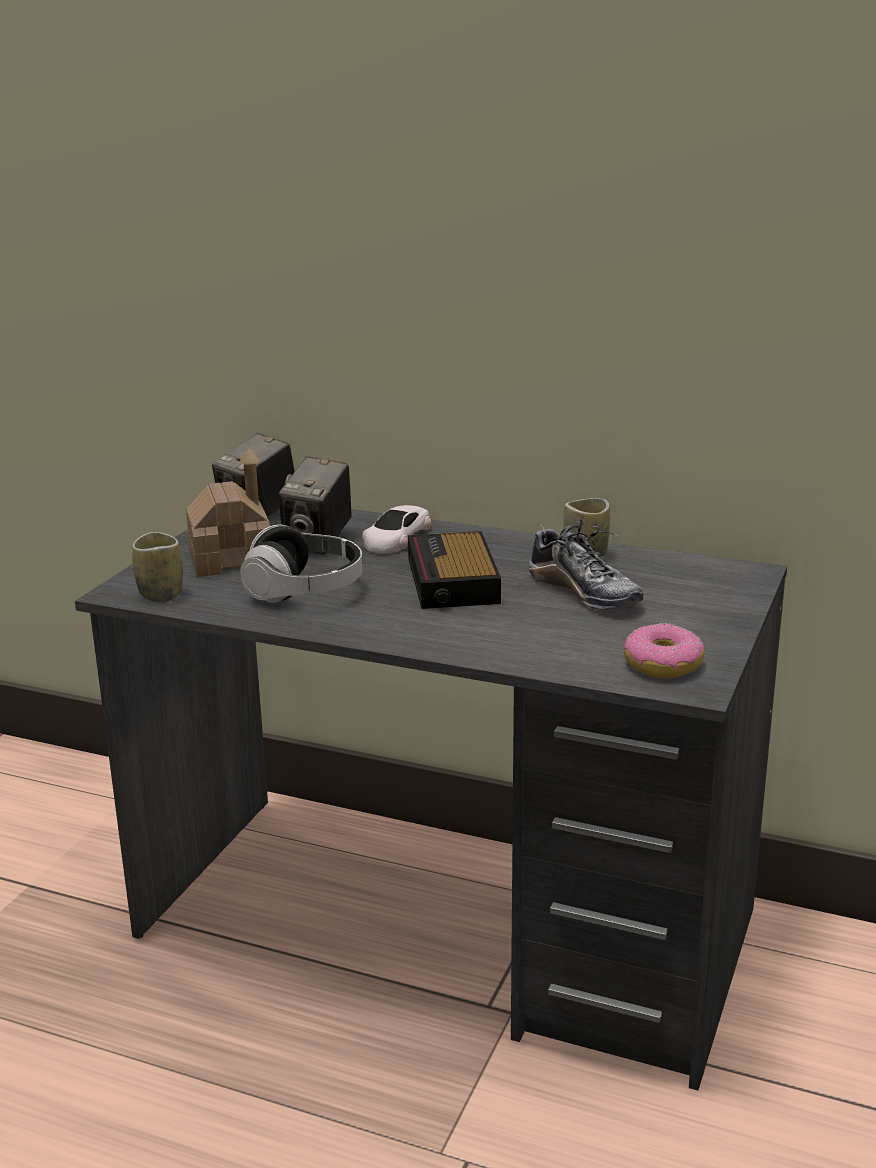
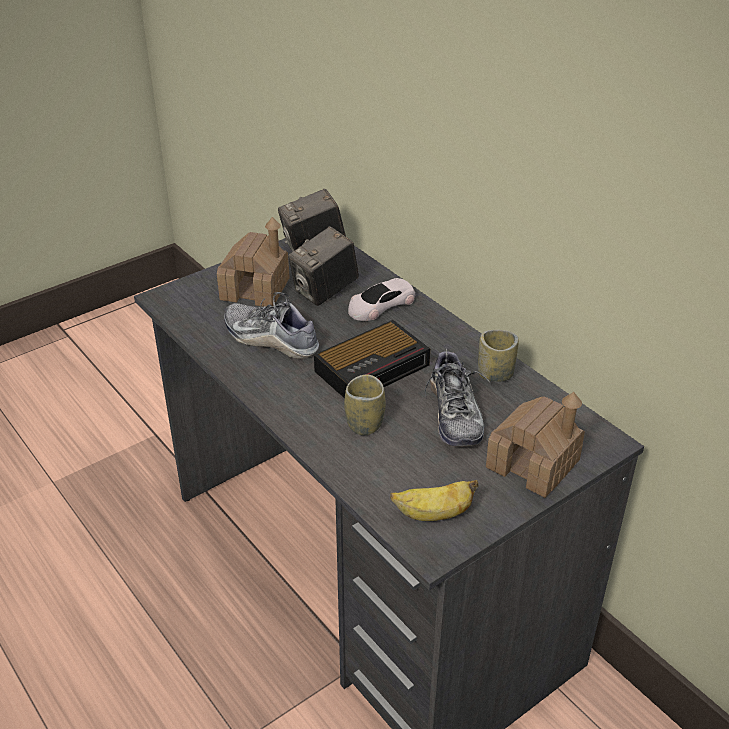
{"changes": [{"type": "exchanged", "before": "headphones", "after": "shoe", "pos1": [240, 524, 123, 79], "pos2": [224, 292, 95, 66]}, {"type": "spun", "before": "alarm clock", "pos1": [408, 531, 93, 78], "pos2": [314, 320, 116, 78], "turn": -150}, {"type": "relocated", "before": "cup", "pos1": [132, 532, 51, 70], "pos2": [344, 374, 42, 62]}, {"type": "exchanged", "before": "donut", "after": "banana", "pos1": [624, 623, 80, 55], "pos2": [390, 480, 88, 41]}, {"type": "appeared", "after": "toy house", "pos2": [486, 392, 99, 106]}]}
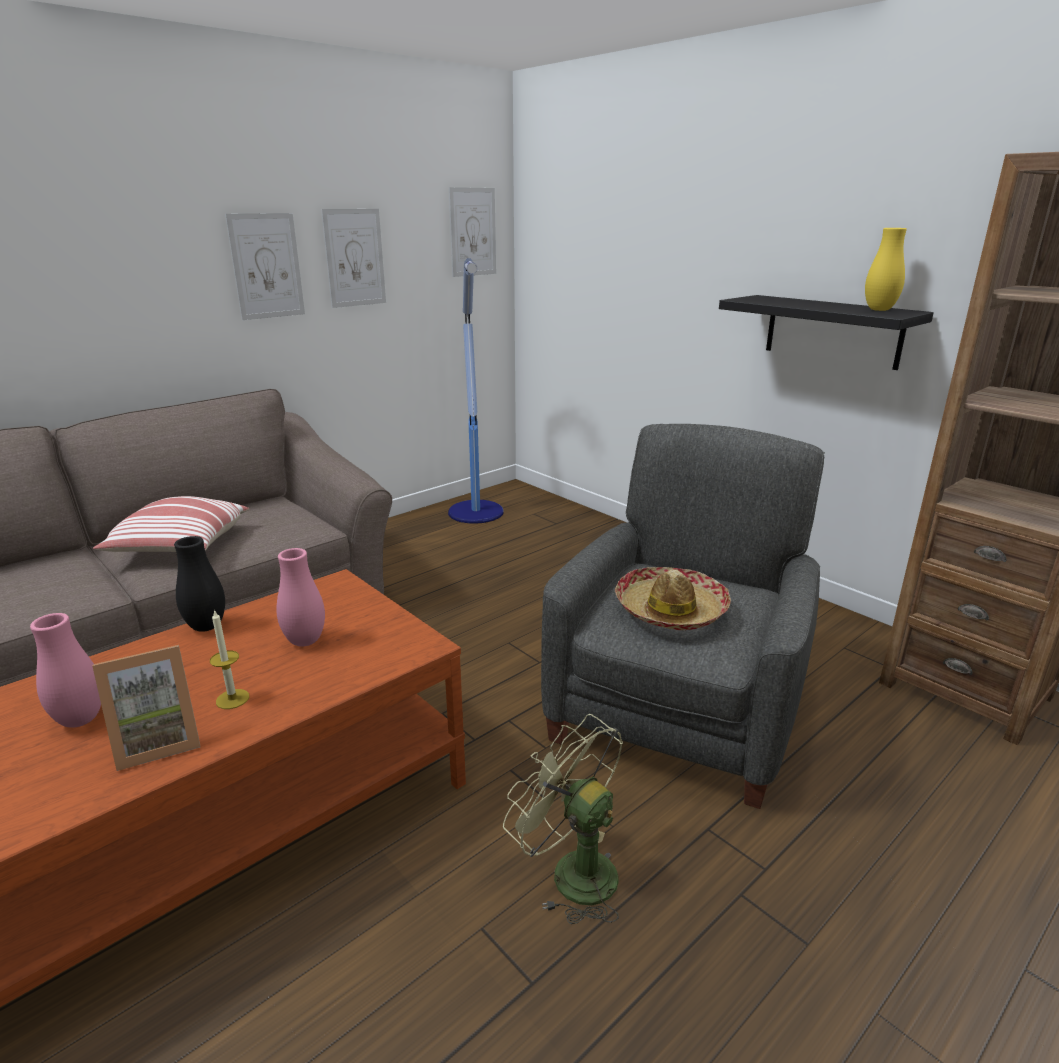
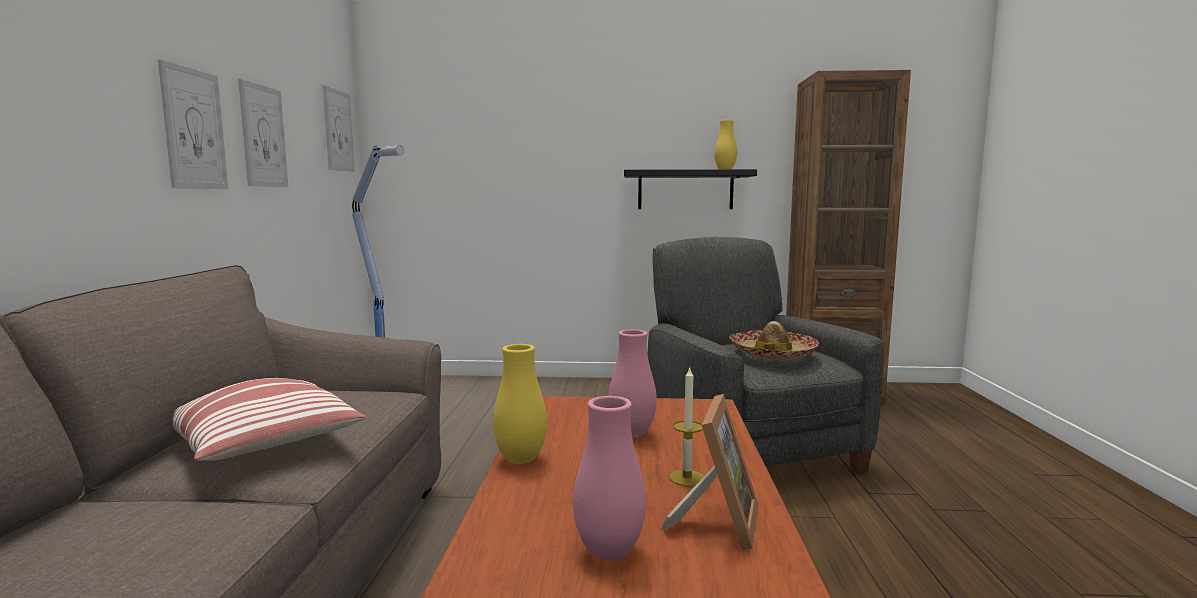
{"changes": [{"type": "colour", "before": "black vase", "after": "yellow vase", "pos1": [174, 536, 51, 96], "pos2": [493, 344, 54, 120]}, {"type": "missing", "before": "green fan", "pos1": [503, 714, 120, 210]}]}
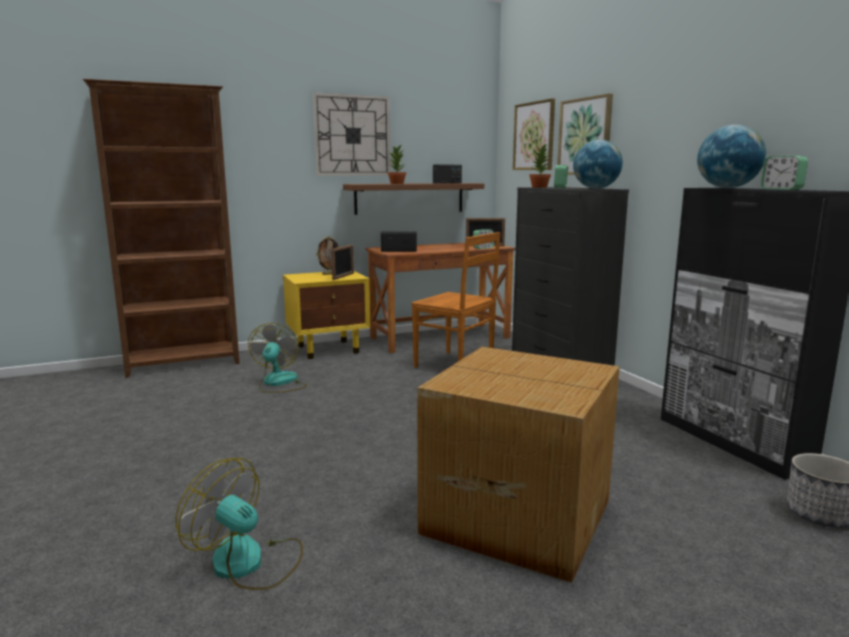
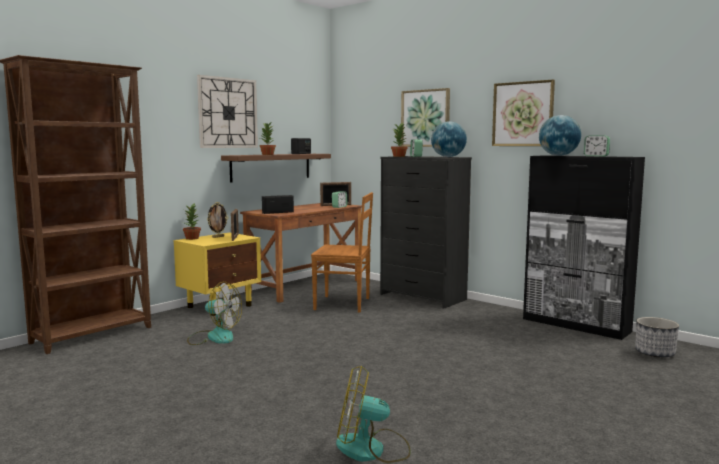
{"changes": [{"type": "appeared", "after": "potted plant", "pos2": [183, 204, 18, 36]}, {"type": "spun", "before": "fan", "pos1": [248, 323, 59, 70], "pos2": [187, 282, 55, 63], "turn": 135}, {"type": "relocated", "before": "picture", "pos1": [513, 98, 42, 72], "pos2": [492, 80, 63, 66]}, {"type": "missing", "before": "cardboard box", "pos1": [417, 347, 203, 236]}]}
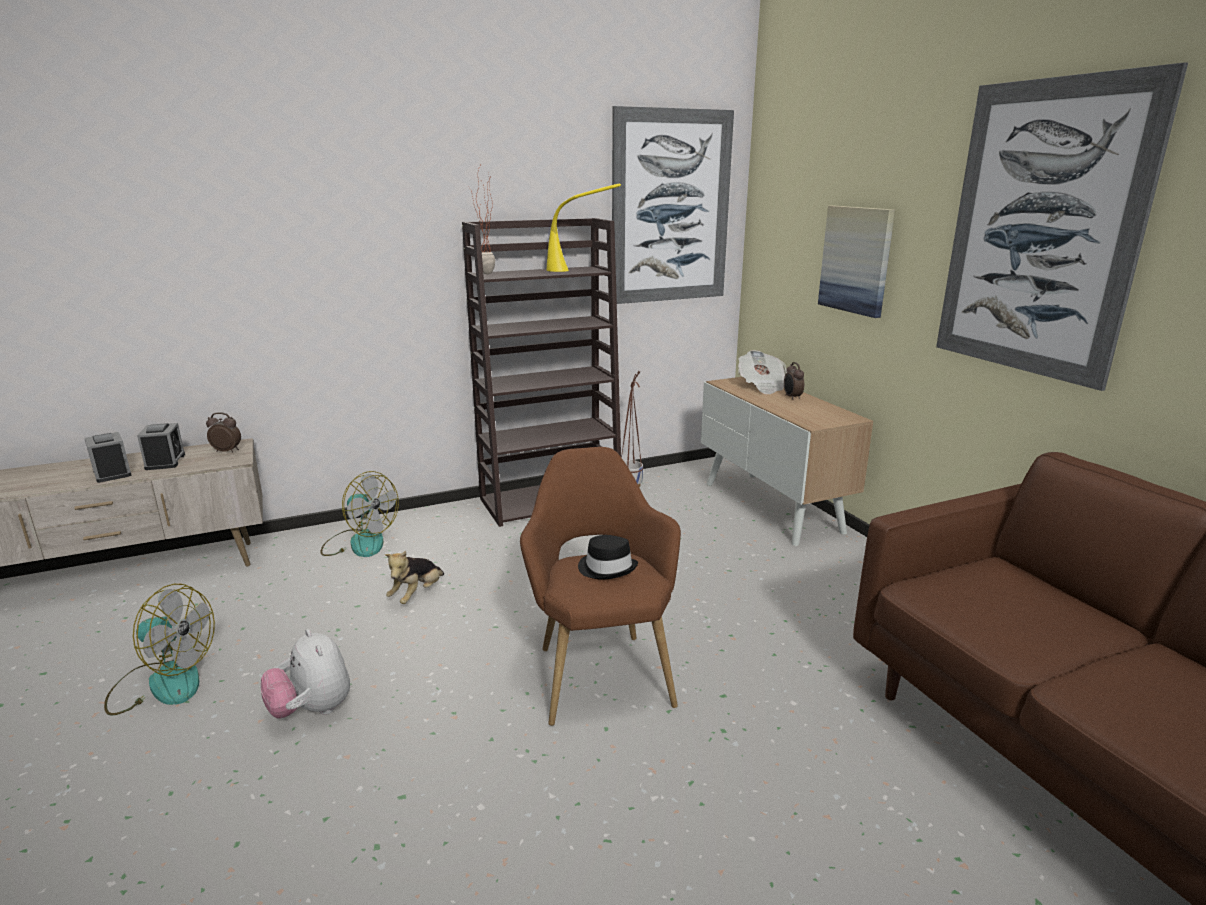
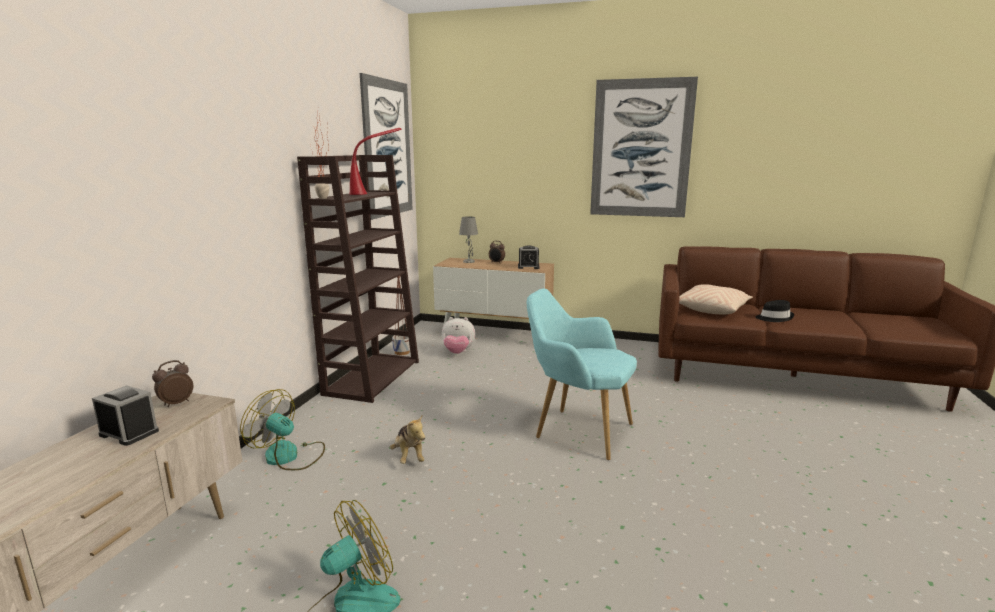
{"changes": [{"type": "spun", "before": "fan", "pos1": [320, 471, 79, 86], "pos2": [240, 389, 85, 81], "turn": -135}, {"type": "colour", "before": "yellow table lamp", "after": "red table lamp", "pos1": [547, 184, 74, 88], "pos2": [350, 128, 52, 67]}, {"type": "relocated", "before": "plush toy", "pos1": [261, 629, 89, 90], "pos2": [442, 317, 33, 37]}, {"type": "exchanged", "before": "newspaper", "after": "grey table lamp", "pos1": [738, 350, 49, 44], "pos2": [459, 216, 19, 47]}, {"type": "relocated", "before": "alarm clock", "pos1": [85, 432, 46, 51], "pos2": [518, 245, 22, 24]}, {"type": "colour", "before": "brown armchair", "after": "turquoise armchair", "pos1": [520, 447, 161, 279], "pos2": [527, 289, 110, 171]}, {"type": "appeared", "after": "beige pillow", "pos2": [679, 284, 74, 31]}, {"type": "relocated", "before": "black hat", "pos1": [578, 535, 60, 45], "pos2": [756, 300, 38, 22]}, {"type": "missing", "before": "picture", "pos1": [818, 205, 77, 113]}]}
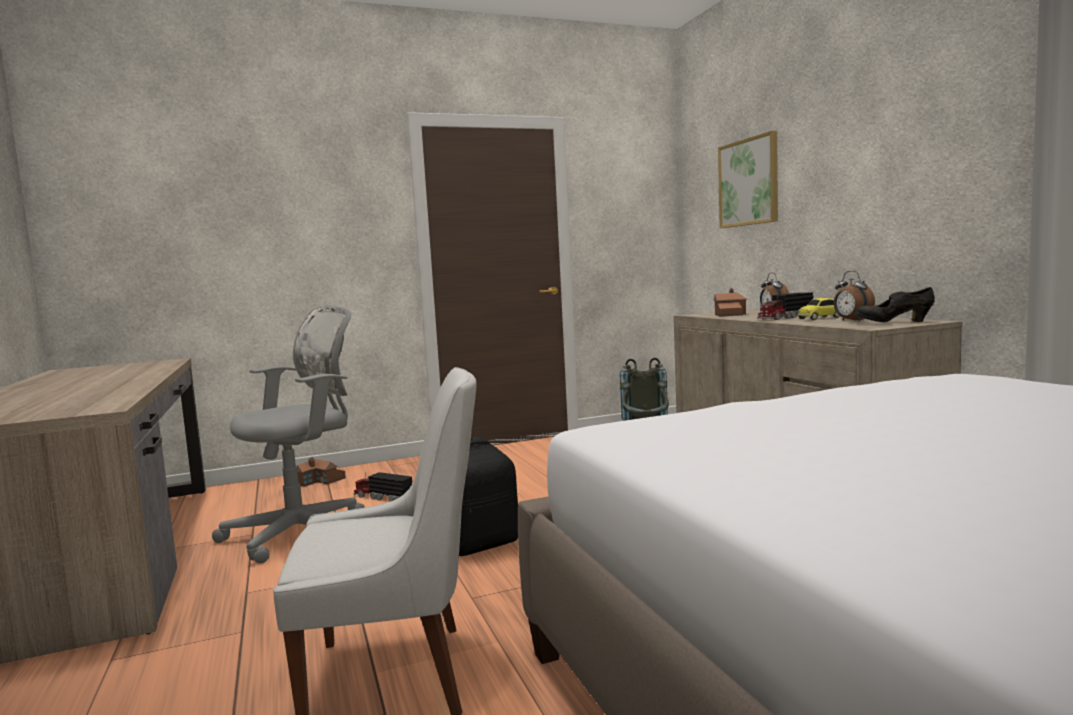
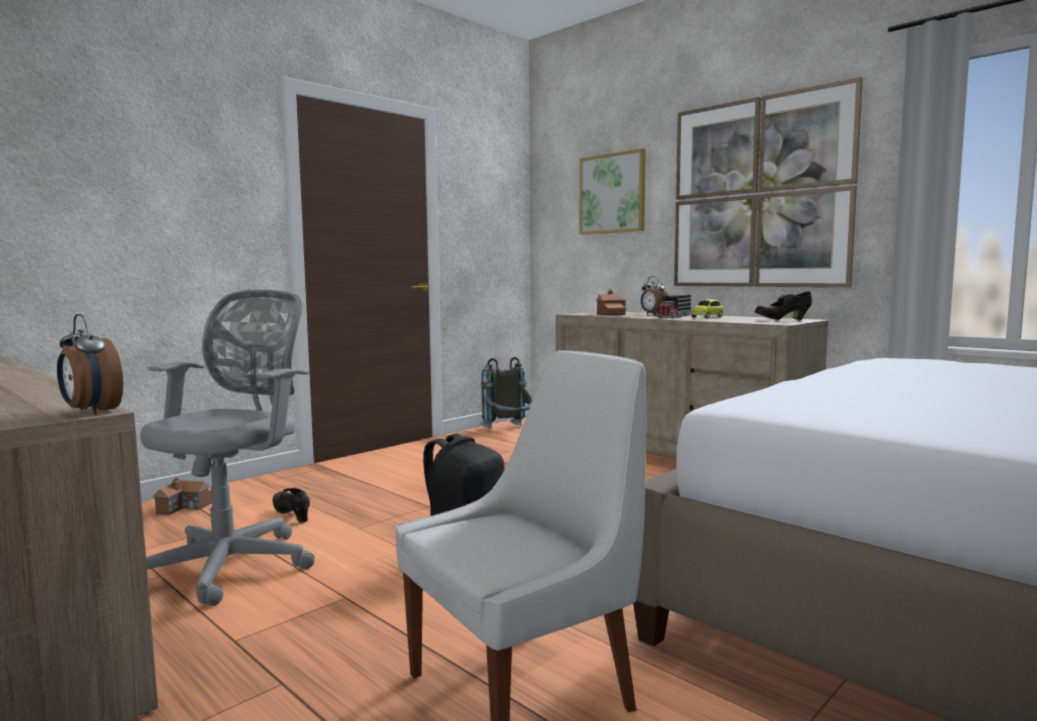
{"changes": [{"type": "relocated", "before": "alarm clock", "pos1": [834, 271, 41, 51], "pos2": [57, 314, 66, 101]}, {"type": "exchanged", "before": "toy truck", "after": "black shoe", "pos1": [353, 472, 59, 30], "pos2": [273, 488, 37, 35]}, {"type": "appeared", "after": "picture", "pos2": [674, 77, 189, 210]}]}
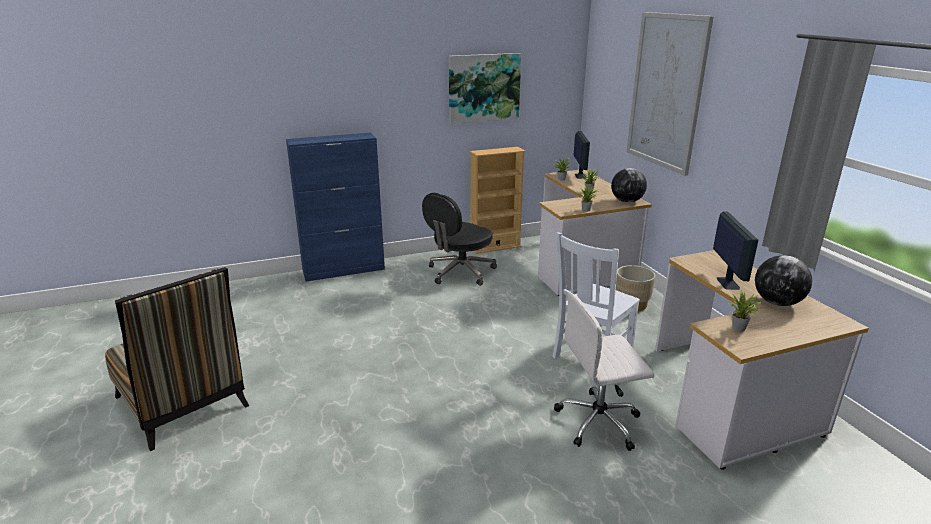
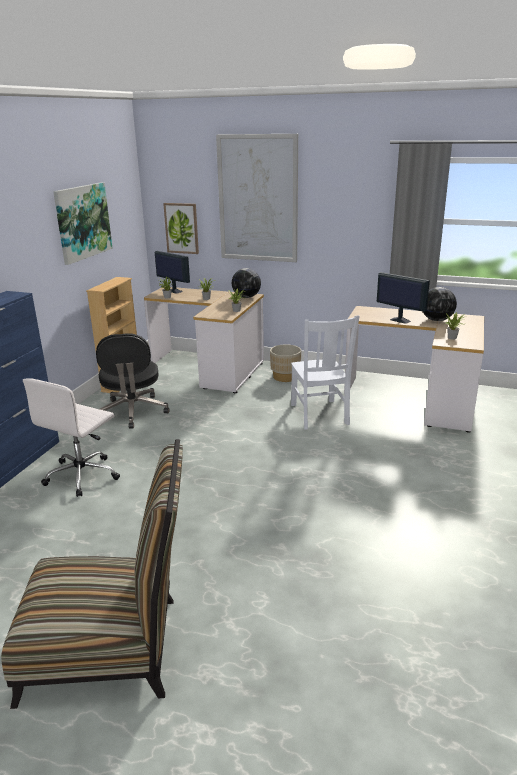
{"changes": [{"type": "relocated", "before": "white office chair", "pos1": [554, 292, 101, 159], "pos2": [23, 378, 97, 119]}, {"type": "appeared", "after": "picture", "pos2": [163, 203, 36, 51]}]}
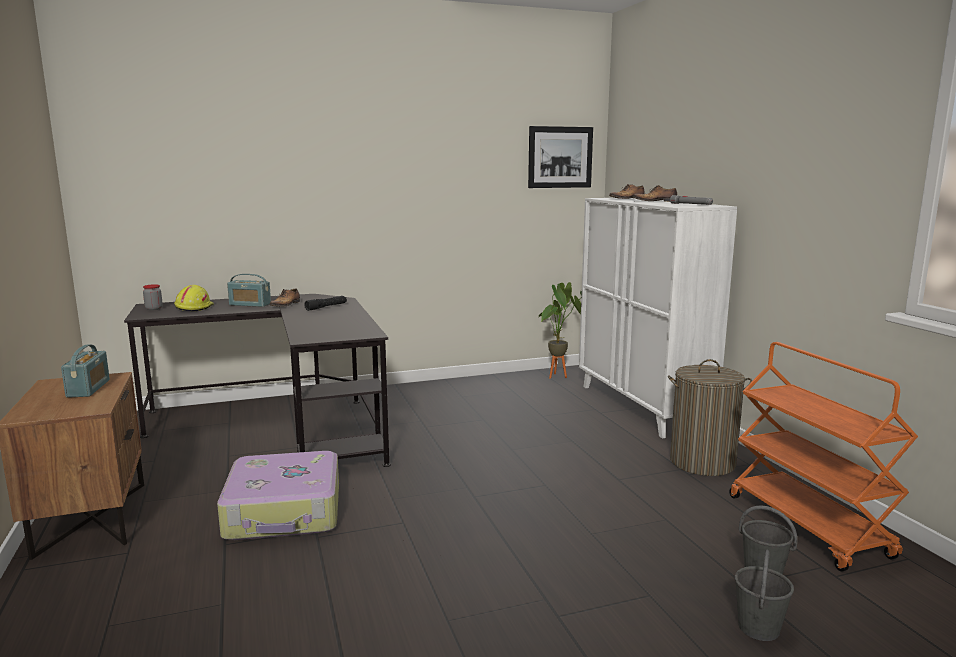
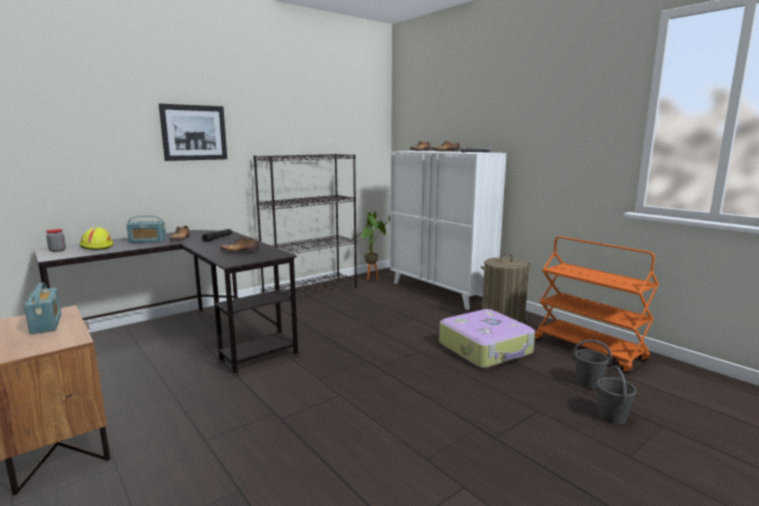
{"changes": [{"type": "relocated", "before": "picture", "pos1": [528, 126, 65, 62], "pos2": [159, 104, 68, 57]}, {"type": "appeared", "after": "shoe", "pos2": [220, 237, 39, 16]}, {"type": "appeared", "after": "black bookcase", "pos2": [253, 154, 104, 143]}, {"type": "relocated", "before": "suitcase", "pos1": [217, 451, 122, 89], "pos2": [439, 309, 96, 59]}]}
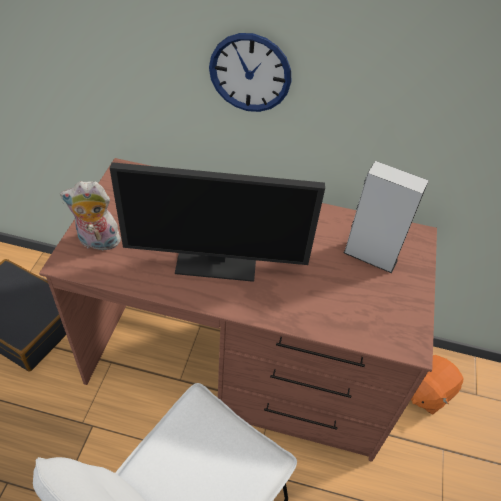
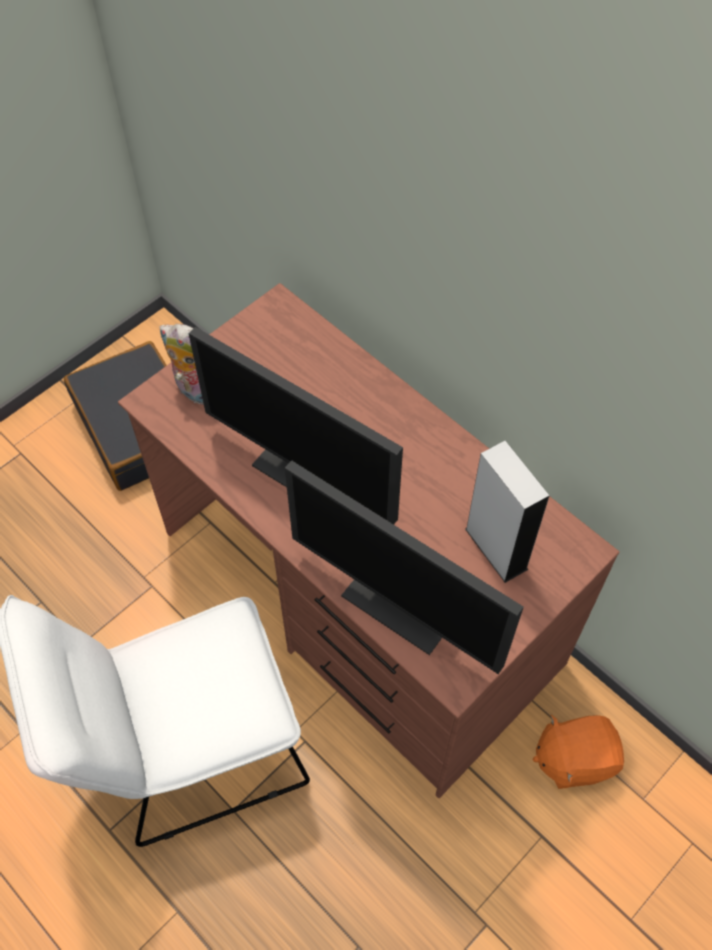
{"changes": [{"type": "appeared", "after": "monitor", "pos2": [285, 460, 239, 214]}, {"type": "missing", "before": "wall clock", "pos1": [209, 33, 83, 79]}]}
